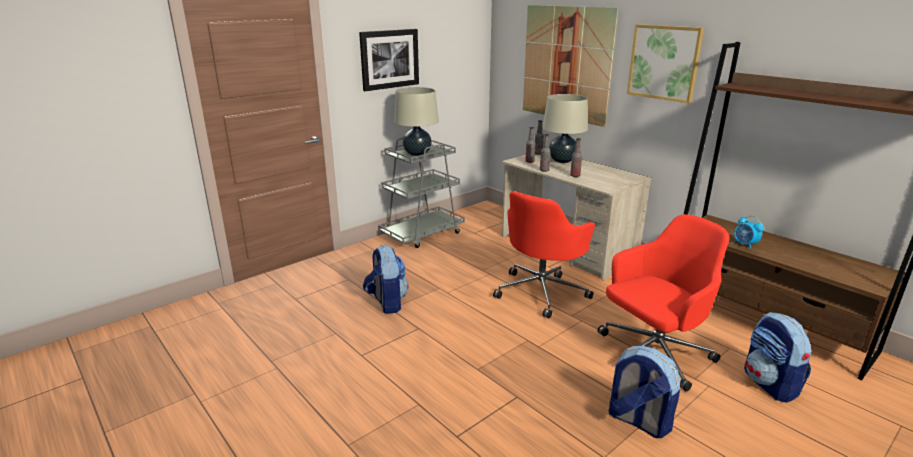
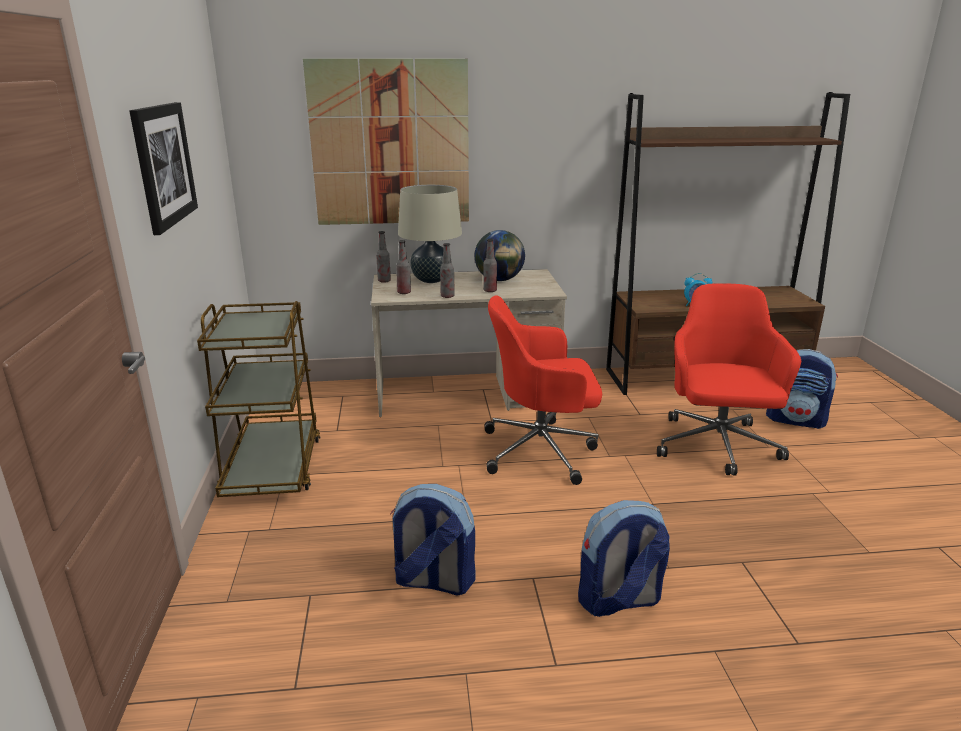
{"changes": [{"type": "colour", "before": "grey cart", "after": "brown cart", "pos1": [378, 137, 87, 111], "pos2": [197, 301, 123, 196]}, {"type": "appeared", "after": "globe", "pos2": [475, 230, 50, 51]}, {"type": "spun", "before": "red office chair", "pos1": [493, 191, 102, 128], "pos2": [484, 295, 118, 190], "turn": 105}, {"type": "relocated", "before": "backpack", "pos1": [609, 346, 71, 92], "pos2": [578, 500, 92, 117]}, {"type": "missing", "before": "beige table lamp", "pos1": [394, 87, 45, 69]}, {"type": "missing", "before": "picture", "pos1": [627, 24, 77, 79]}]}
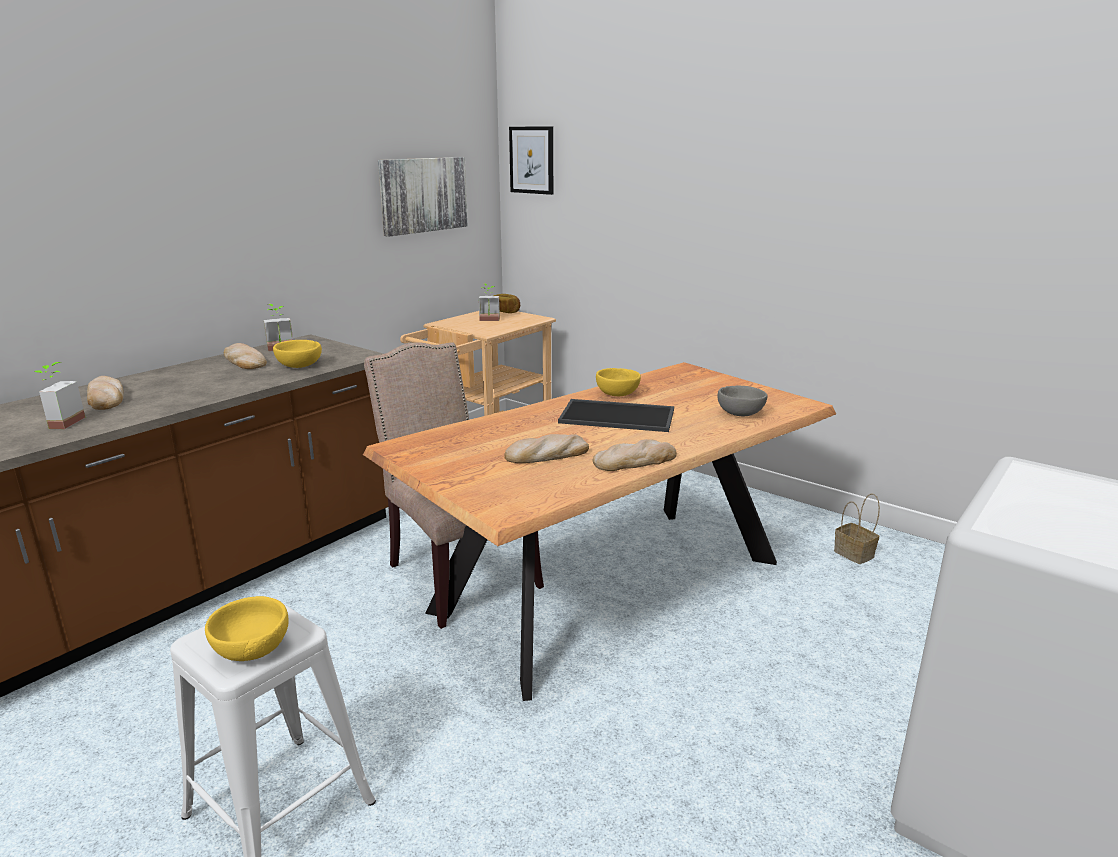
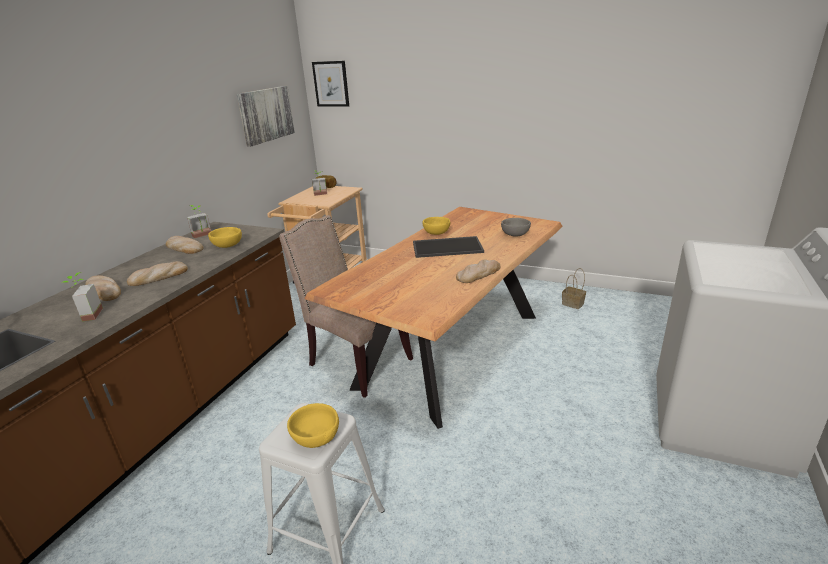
{"changes": [{"type": "relocated", "before": "bread", "pos1": [504, 434, 85, 29], "pos2": [127, 261, 61, 25]}]}
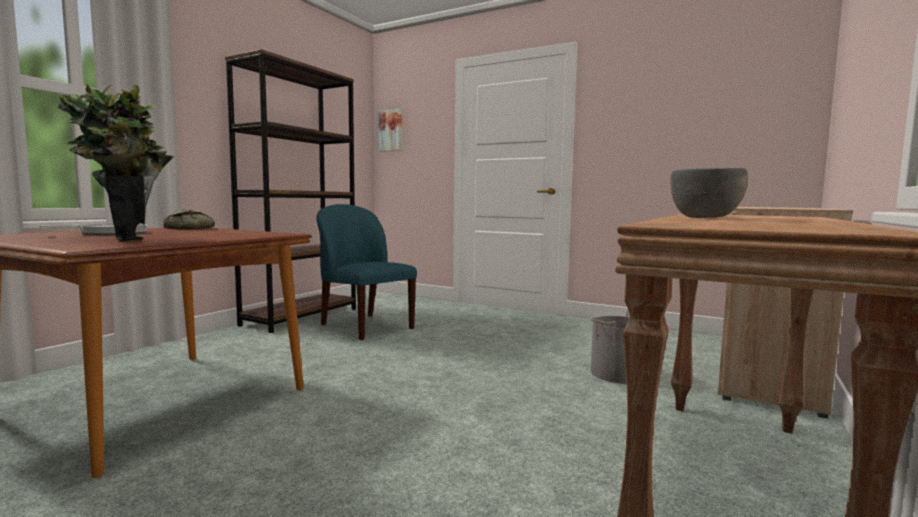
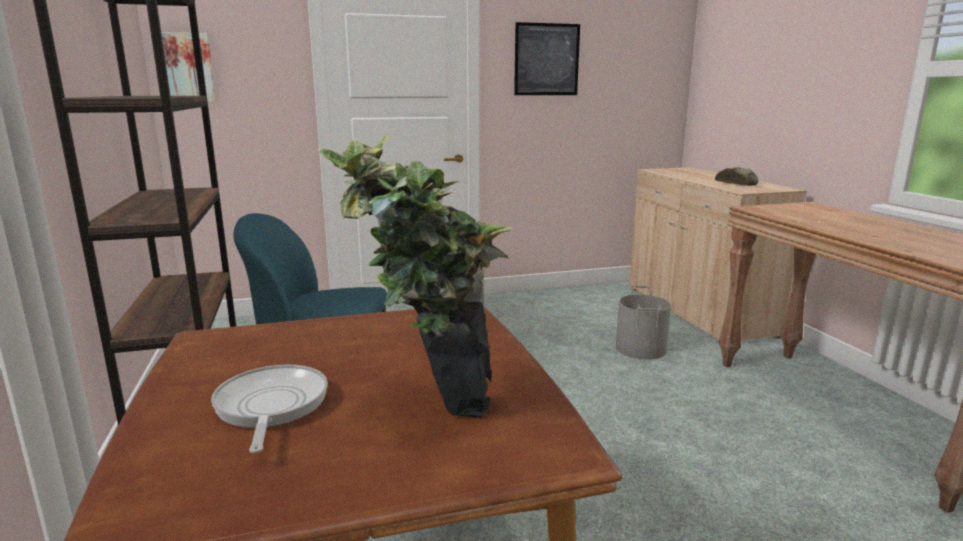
{"changes": [{"type": "appeared", "after": "picture", "pos2": [514, 22, 66, 73]}, {"type": "relocated", "before": "bread", "pos1": [163, 209, 52, 20], "pos2": [715, 168, 44, 18]}, {"type": "missing", "before": "grey bowl", "pos1": [670, 168, 78, 50]}]}
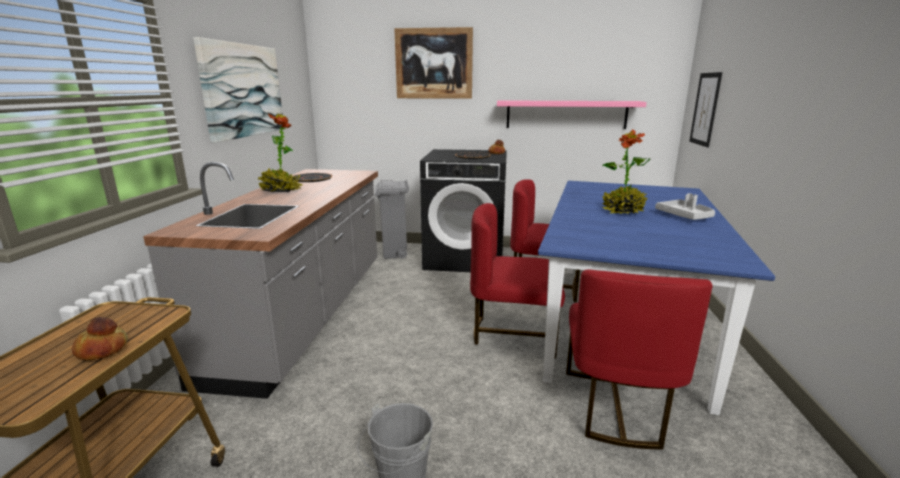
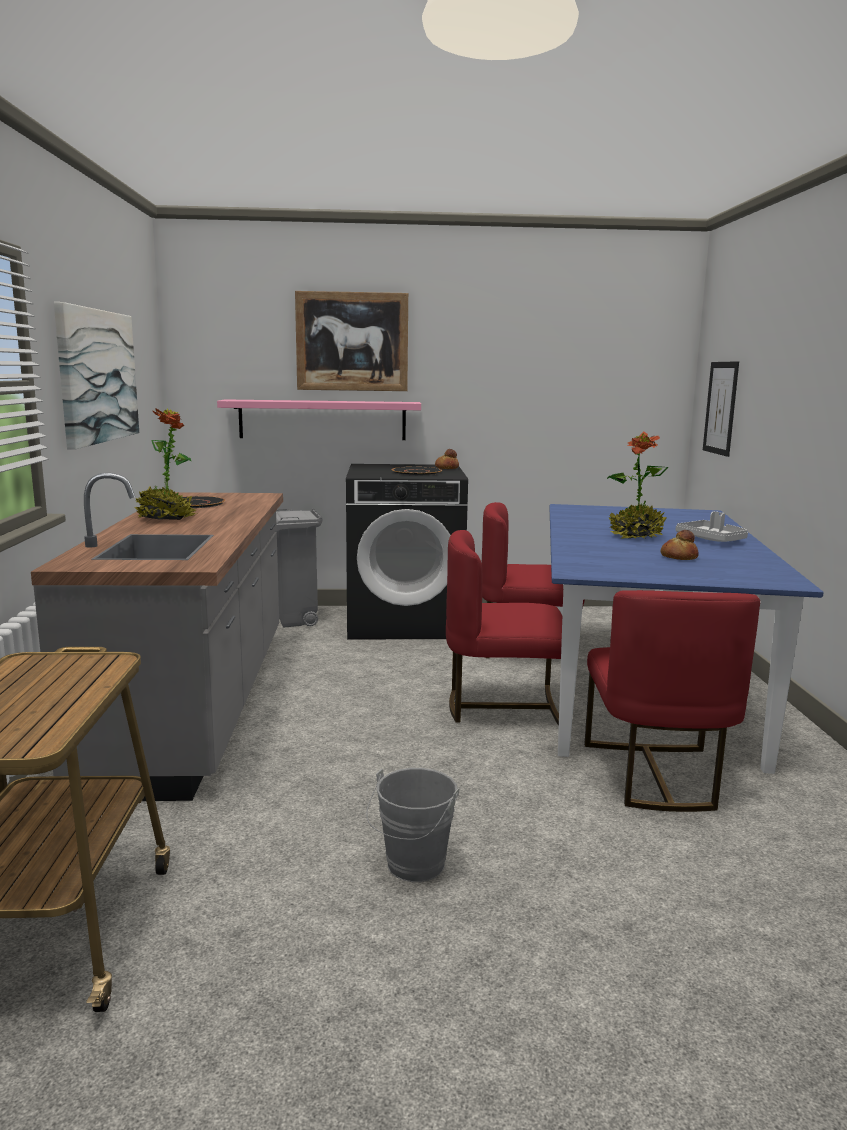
{"changes": [{"type": "relocated", "before": "pink shelf", "pos1": [497, 100, 150, 29], "pos2": [217, 399, 204, 41]}, {"type": "relocated", "before": "bread", "pos1": [72, 317, 56, 43], "pos2": [661, 530, 38, 30]}]}
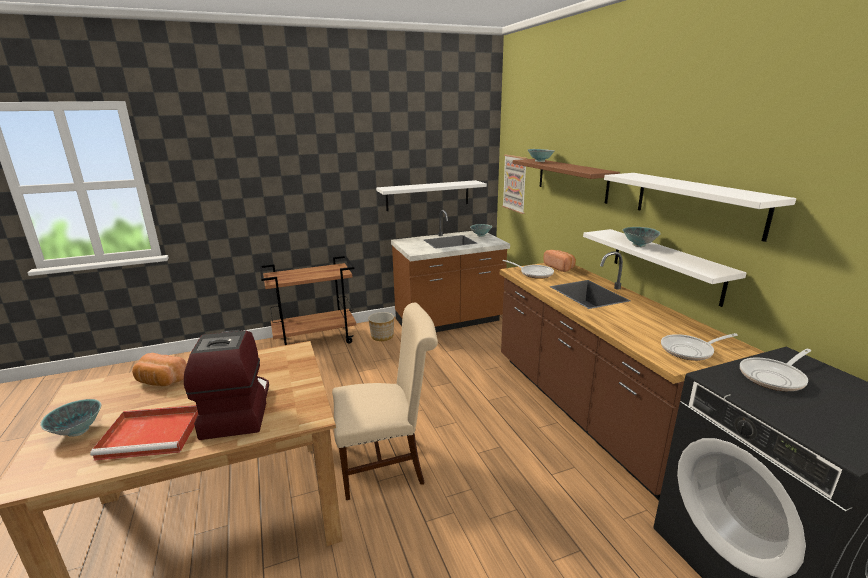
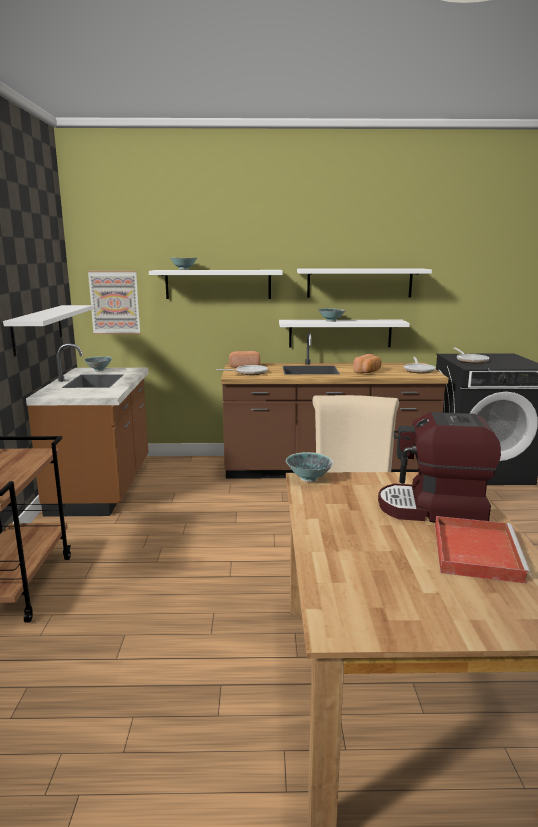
{"changes": [{"type": "colour", "before": "brown shelf", "after": "white shelf", "pos1": [513, 159, 107, 45], "pos2": [149, 270, 134, 29]}, {"type": "relocated", "before": "bowl", "pos1": [40, 399, 62, 38], "pos2": [286, 452, 48, 30]}, {"type": "relocated", "before": "bread", "pos1": [132, 353, 55, 33], "pos2": [353, 354, 29, 20]}, {"type": "missing", "before": "planter", "pos1": [368, 312, 26, 29]}]}
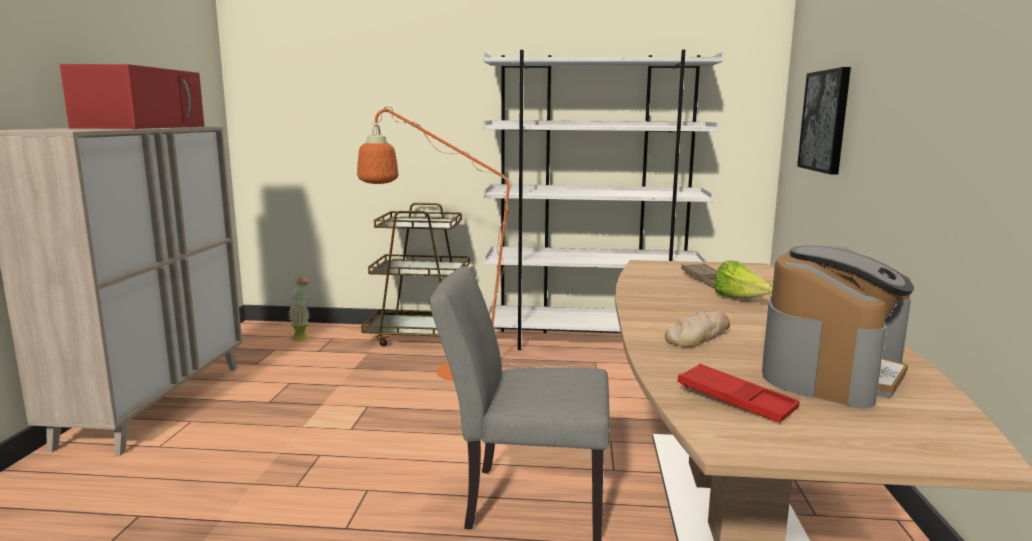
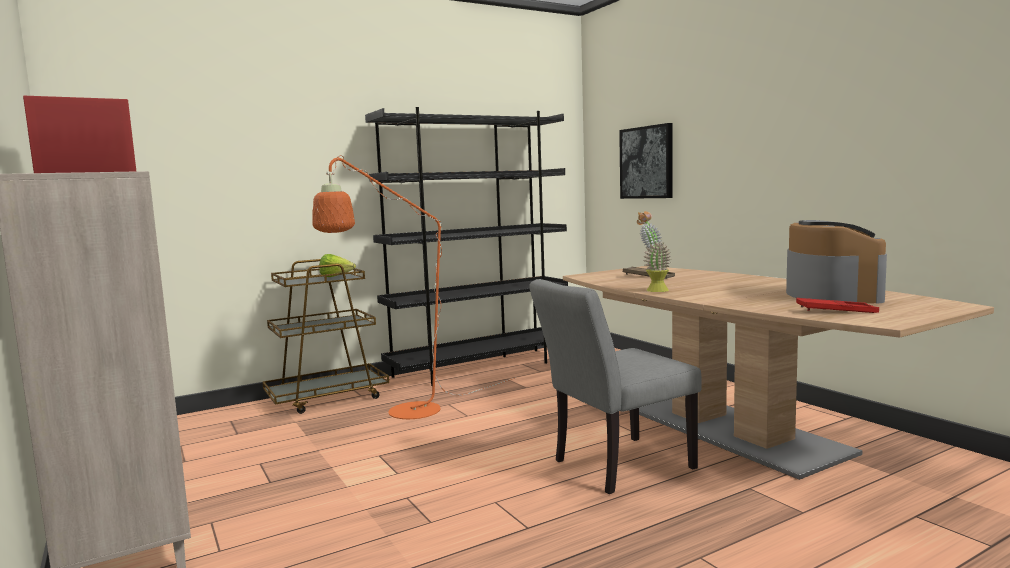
{"changes": [{"type": "relocated", "before": "lettuce", "pos1": [714, 260, 59, 38], "pos2": [319, 254, 37, 23]}, {"type": "colour", "before": "white bookcase", "after": "black bookcase", "pos1": [483, 50, 241, 300], "pos2": [365, 107, 203, 279]}, {"type": "relocated", "before": "potted plant", "pos1": [288, 276, 22, 65], "pos2": [637, 211, 34, 81]}, {"type": "missing", "before": "bread", "pos1": [665, 311, 65, 36]}]}
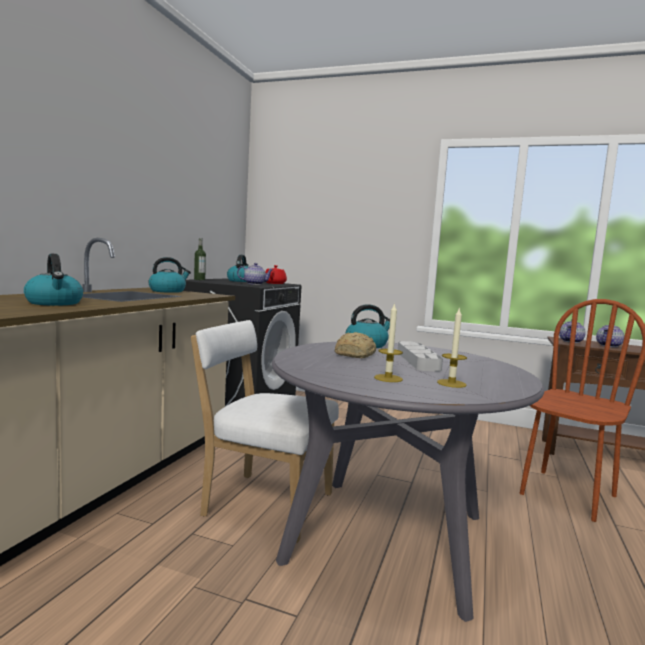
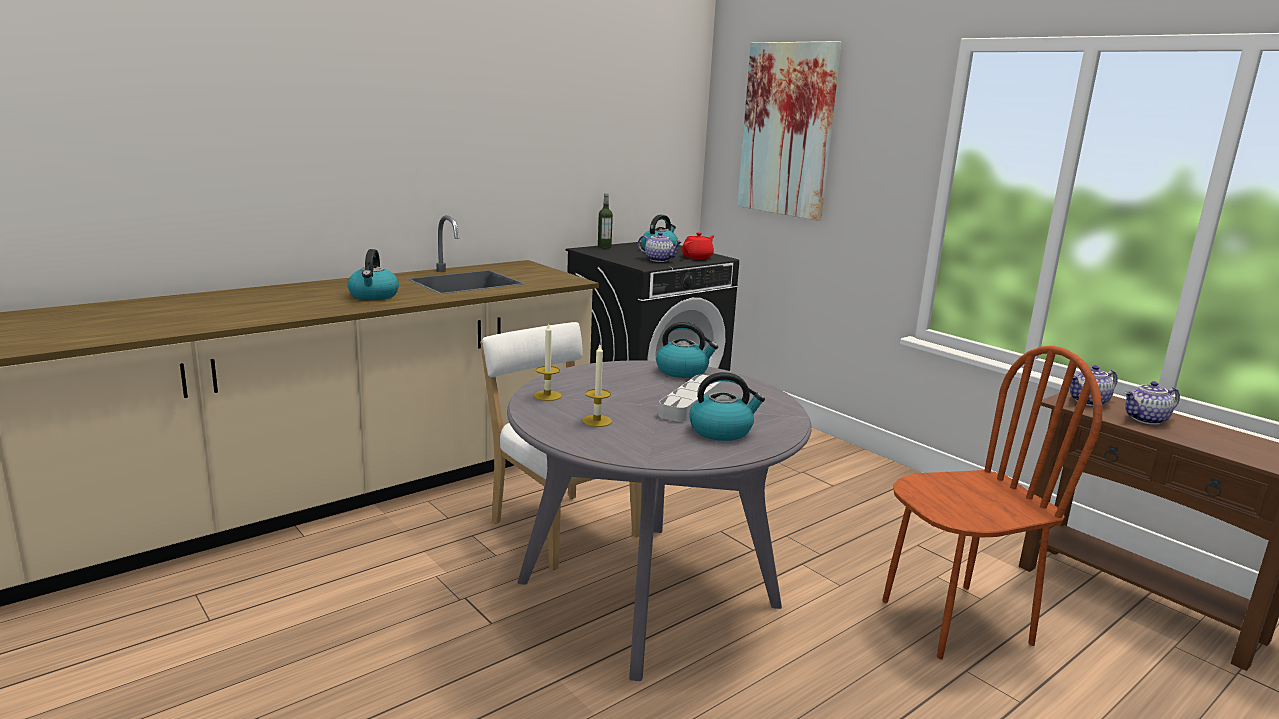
{"changes": [{"type": "relocated", "before": "candle", "pos1": [437, 307, 30, 81], "pos2": [533, 323, 29, 78]}, {"type": "relocated", "before": "kettle", "pos1": [149, 257, 42, 36], "pos2": [689, 372, 76, 69]}, {"type": "appeared", "after": "picture", "pos2": [737, 41, 105, 180]}, {"type": "missing", "before": "bread", "pos1": [335, 332, 41, 26]}]}
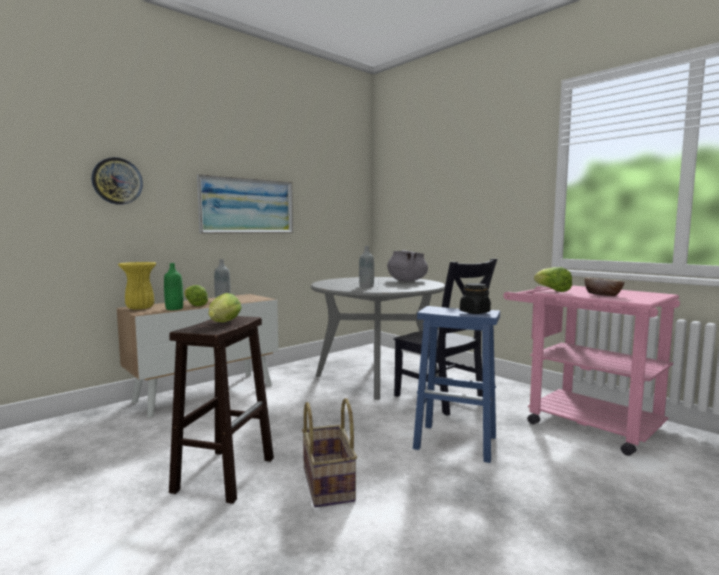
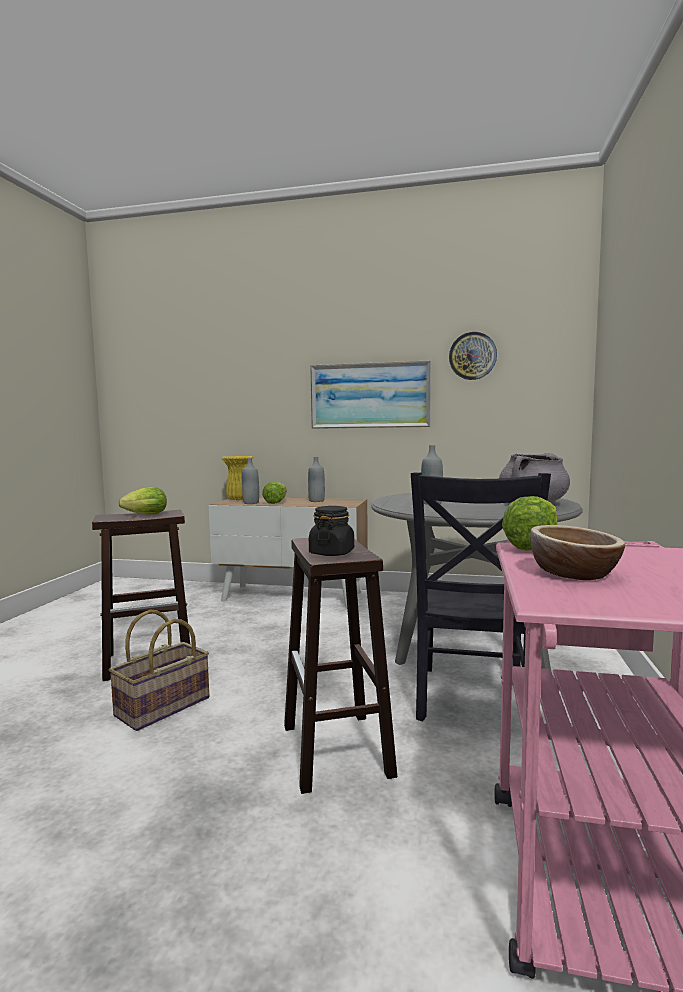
{"changes": [{"type": "colour", "before": "green bottle", "after": "grey bottle", "pos1": [164, 263, 19, 47], "pos2": [242, 458, 17, 46]}, {"type": "colour", "before": "blue stool", "after": "brown stool", "pos1": [413, 306, 87, 157], "pos2": [284, 538, 113, 256]}, {"type": "relocated", "before": "wall clock", "pos1": [92, 157, 51, 48], "pos2": [449, 332, 48, 48]}]}
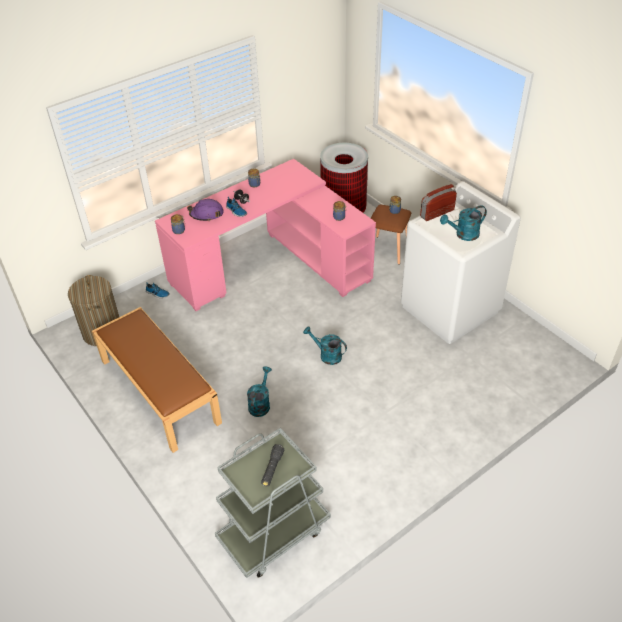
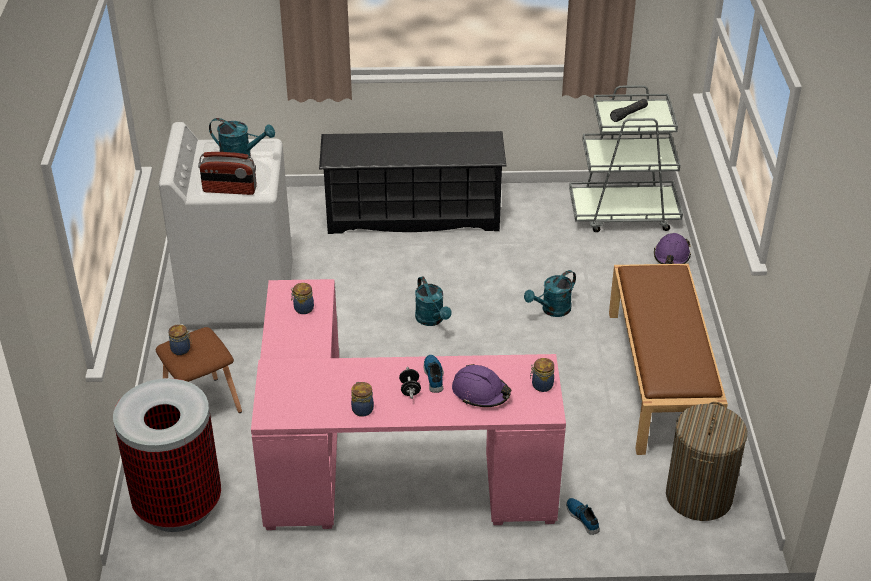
{"changes": [{"type": "appeared", "after": "black shoe rack", "pos2": [319, 131, 187, 103]}, {"type": "appeared", "after": "purple hard hat", "pos2": [654, 233, 37, 31]}]}
